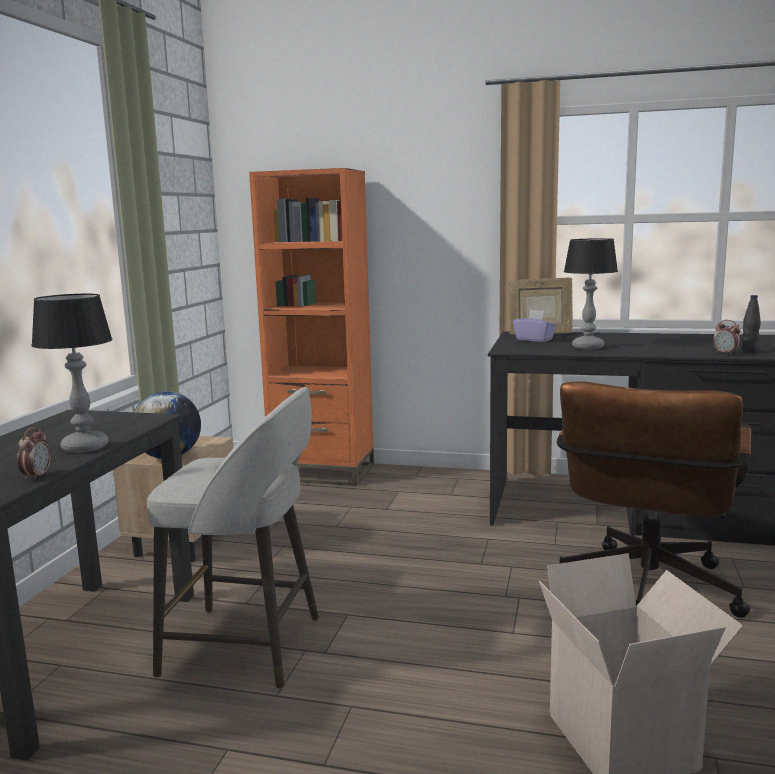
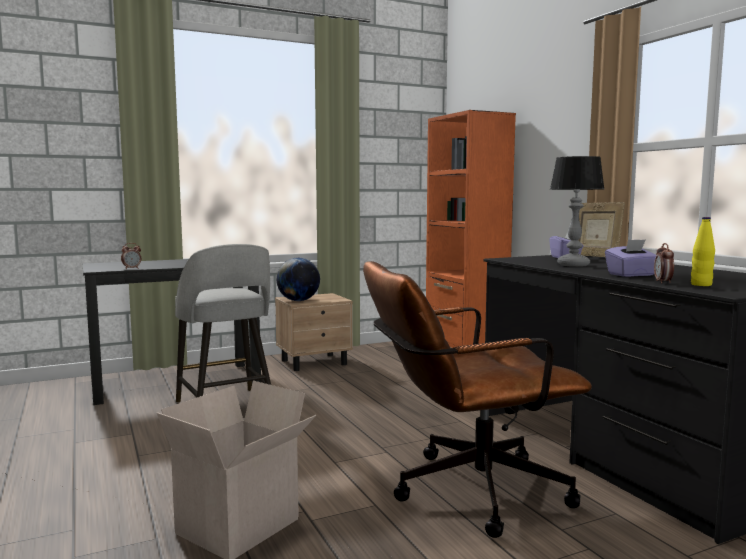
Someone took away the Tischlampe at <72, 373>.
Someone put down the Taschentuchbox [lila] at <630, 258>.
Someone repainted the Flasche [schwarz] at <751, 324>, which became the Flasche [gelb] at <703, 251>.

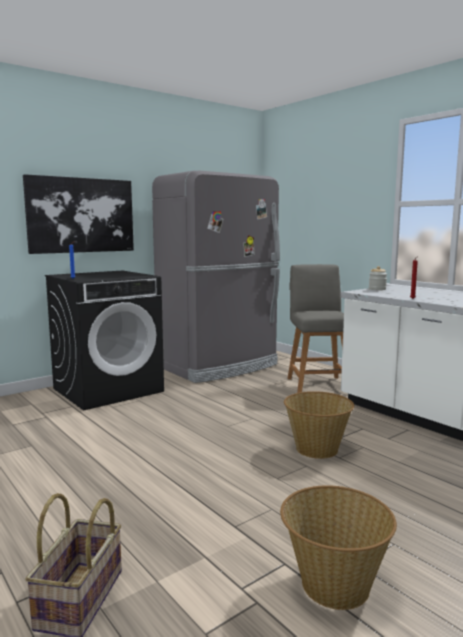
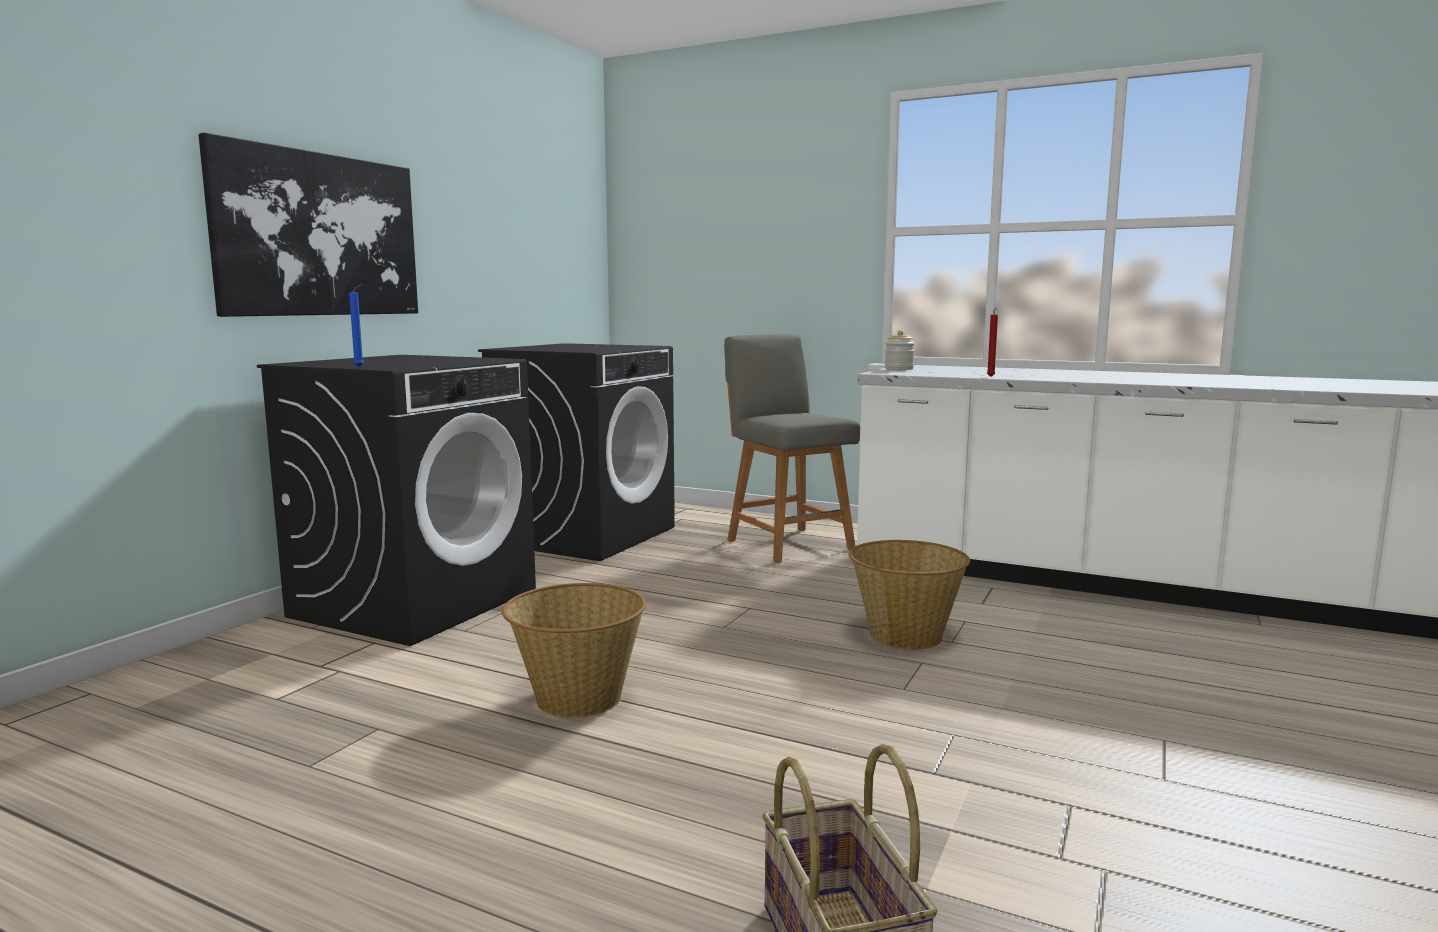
Someone carried the Korb from <338, 547> to <574, 650>.
Someone swapped the Kühlschrank [grau] at <216, 276> for the Waschmaschine [schwarz] at <576, 452>.

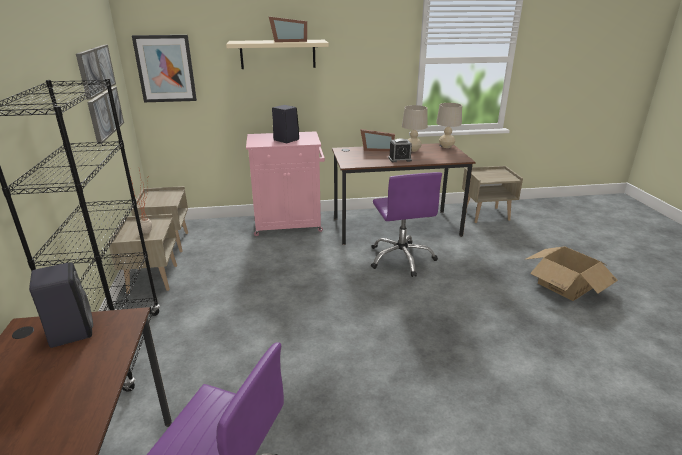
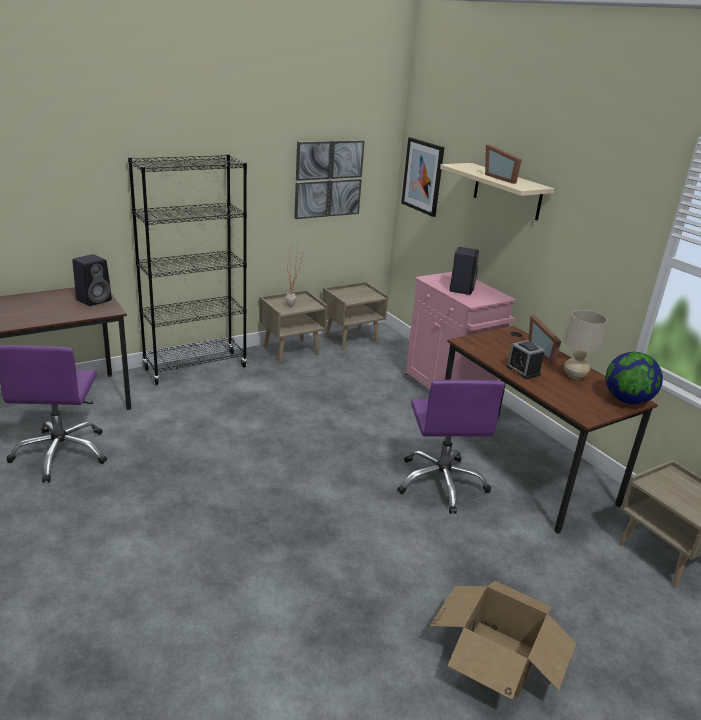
Someone swapped the Tischlampe [beige] at <449, 125> for the Globus at <634, 378>.
Someone rotated the Bürostuhl [lila] at <406, 224> by 60 degrees counterclockwise.

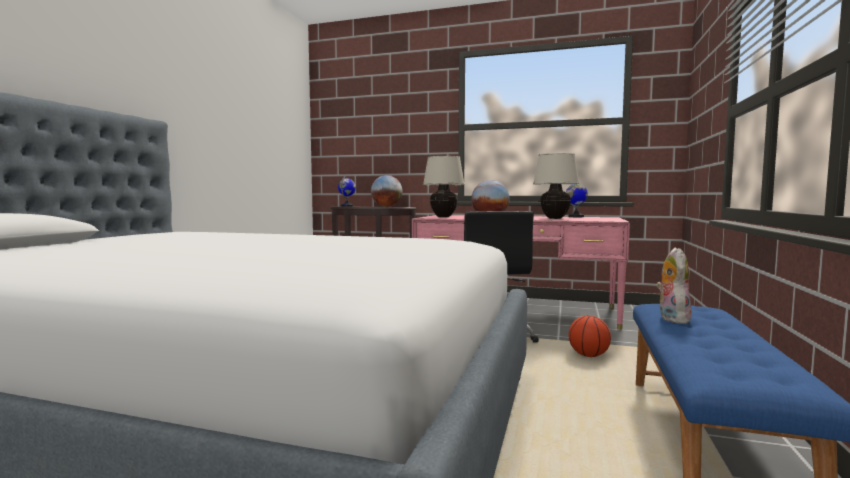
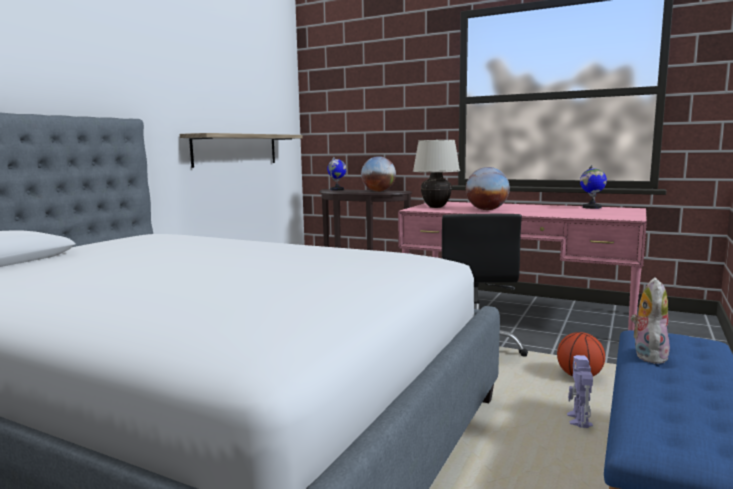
Someone took away the Tischlampe [beige] at <556, 186>.
Someone put up the Wandregal at <241, 150>.
Someone put down the Spielzeugroboter at <580, 391>.

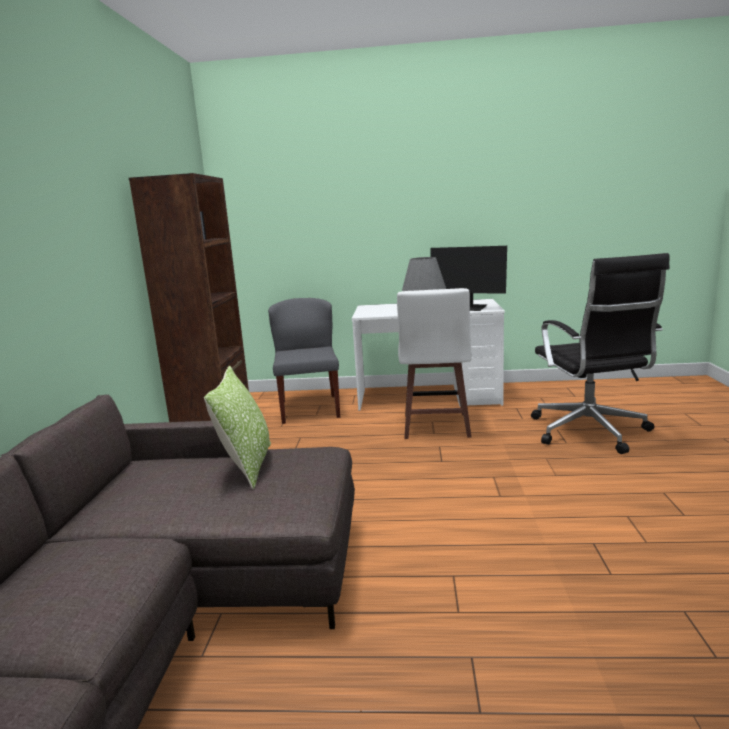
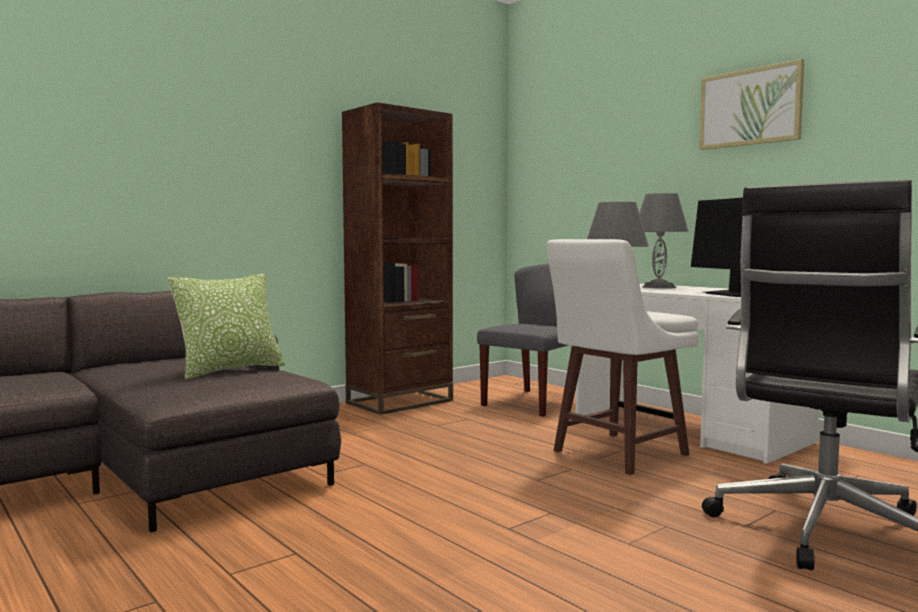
Someone put down the Tischlampe [grau] at <663, 240>.
Someone put up the Bild at <751, 104>.

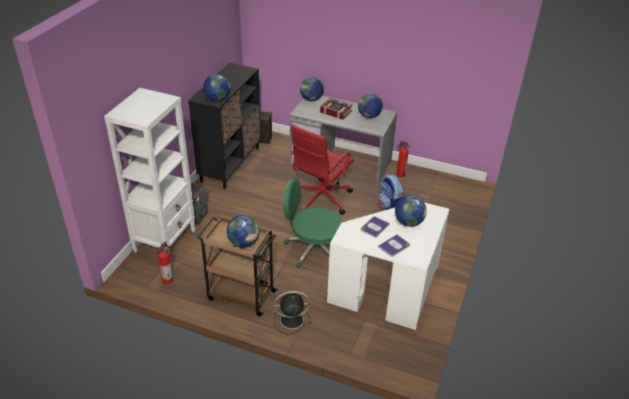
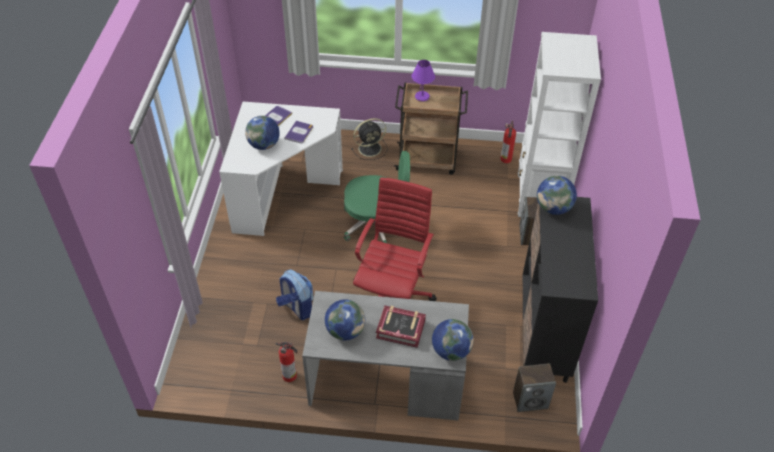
Someone swapped the Globus at <243, 231> for the Tischlampe [lila] at <423, 81>.

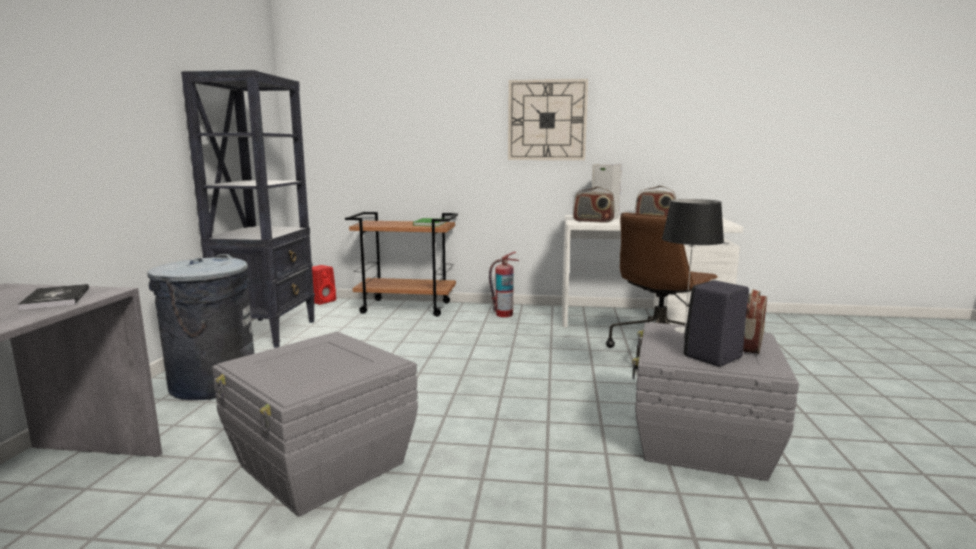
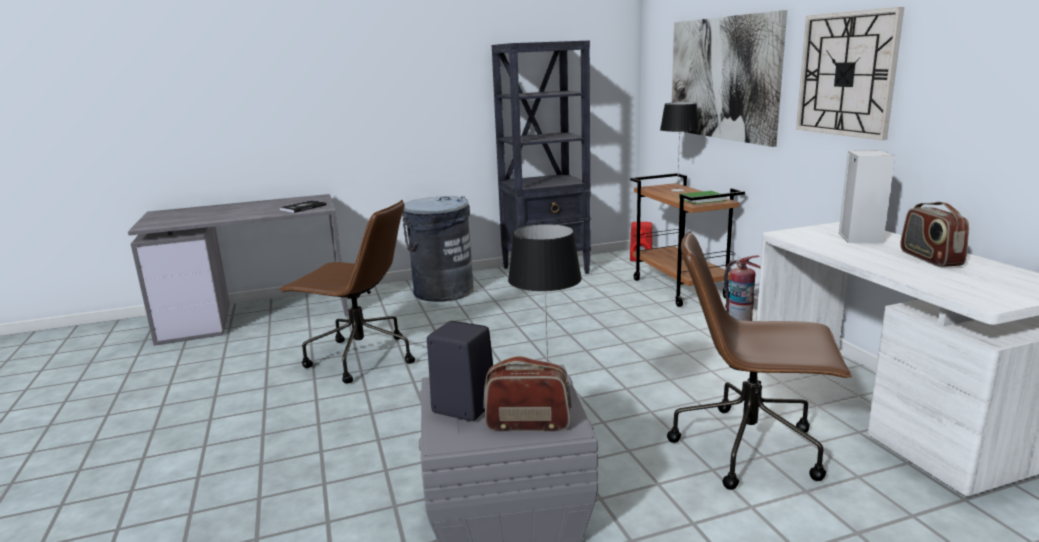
Someone took away the Radio at <594, 205>.
Someone put down the Tischlampe at <679, 147>.
Someone put up the Bild at <729, 78>.
Someone swapped the Aufbewahrungsbox [grau] at <315, 424> for the Bürostuhl [braun] at <347, 292>.

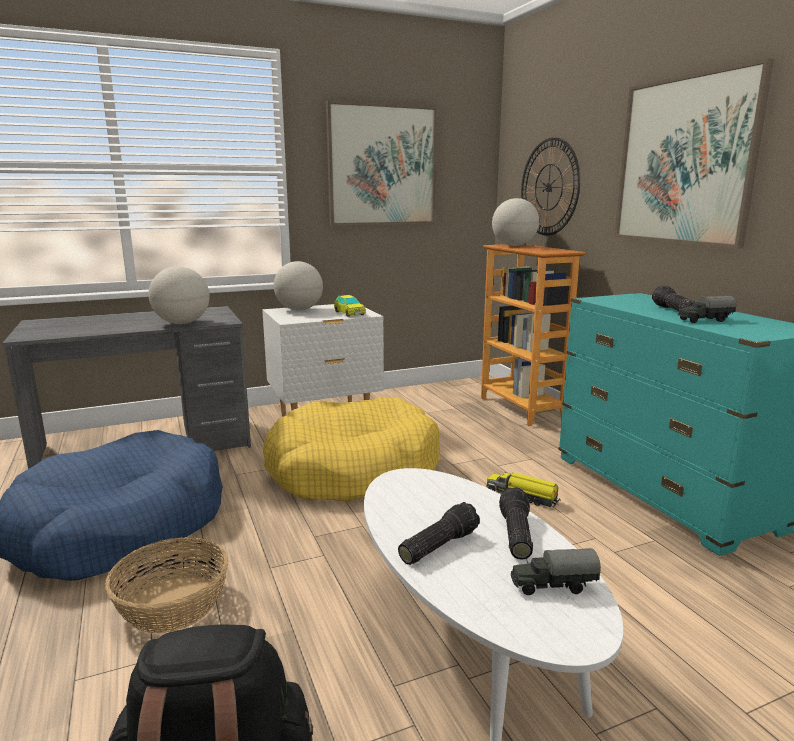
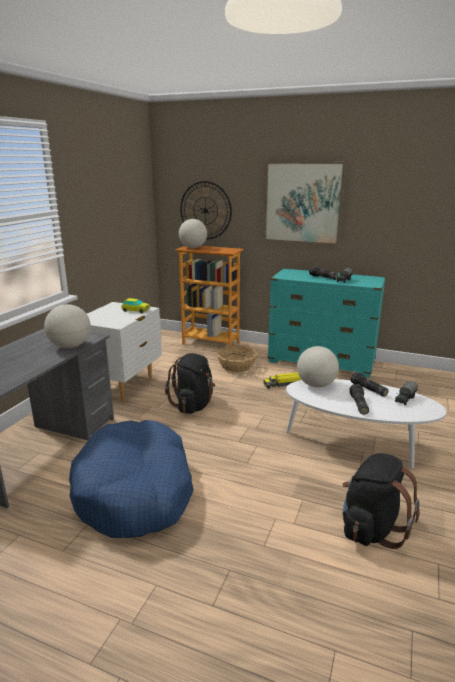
Someone took away the Bild at <381, 163>.
Someone carried the Korb from <166, 585> to <237, 359>.
Someone carried the Globus from <298, 286> to <318, 366>.
Someone swapped the Hundebett [gelb] at <351, 449> for the Rucksack [schwarz] at <190, 383>.

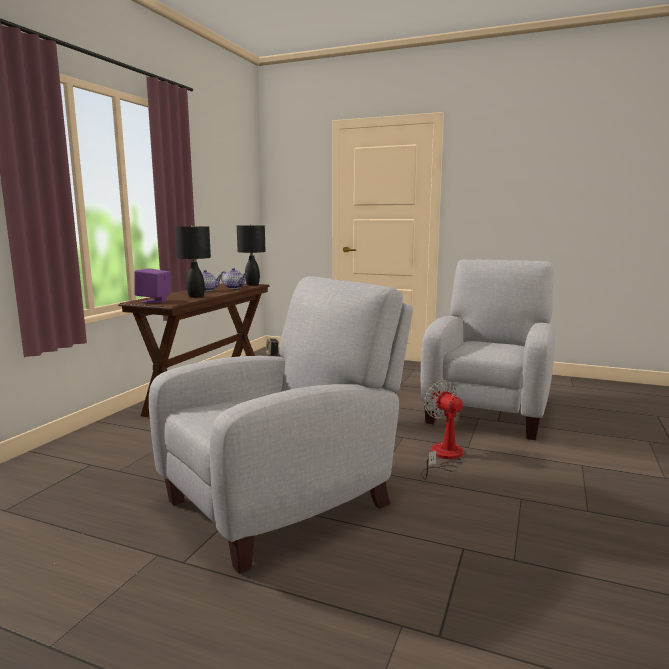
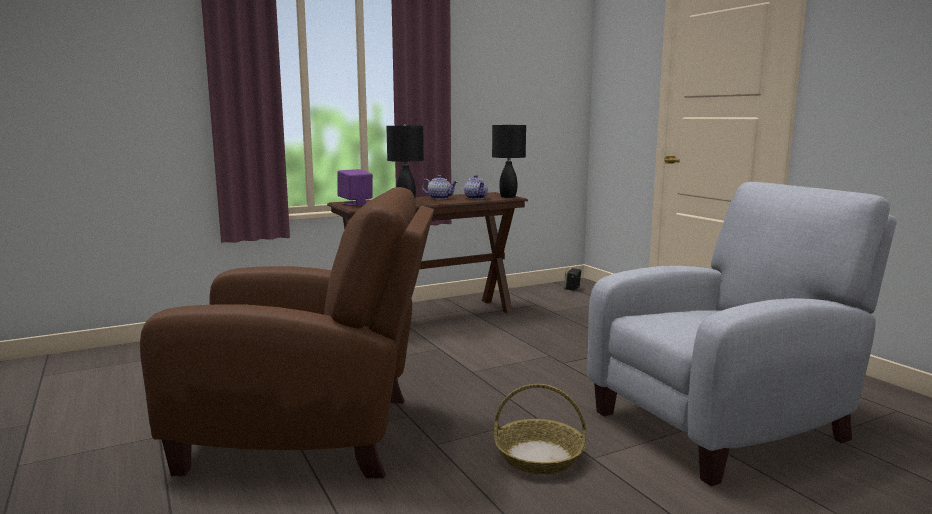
Someone swapped the Ventilator at <442, 430> for the Korb at <540, 429>.
Someone repainted the Sessel [grau] at <281, 425>, which became the Sessel [braun] at <287, 332>.

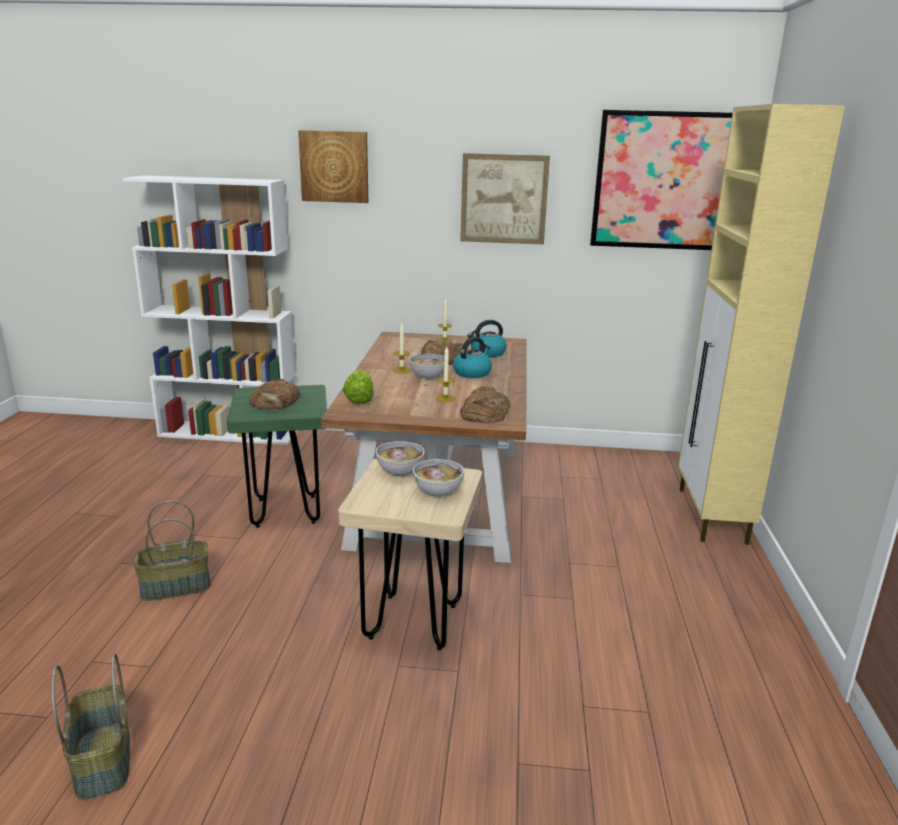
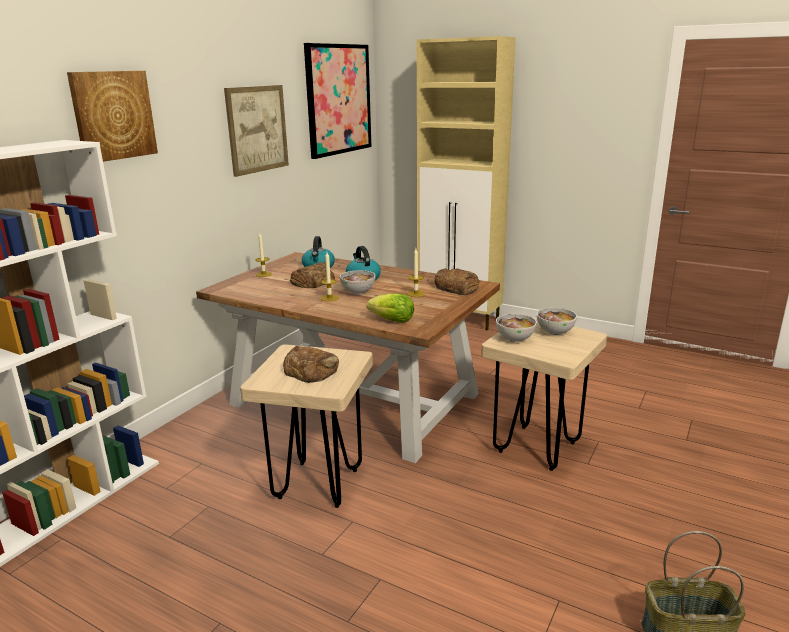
Someone took away the Korb at <172, 551>.
Someone repainted the Hocker [grün] at <277, 456>, which became the Hocker [beige] at <306, 426>.

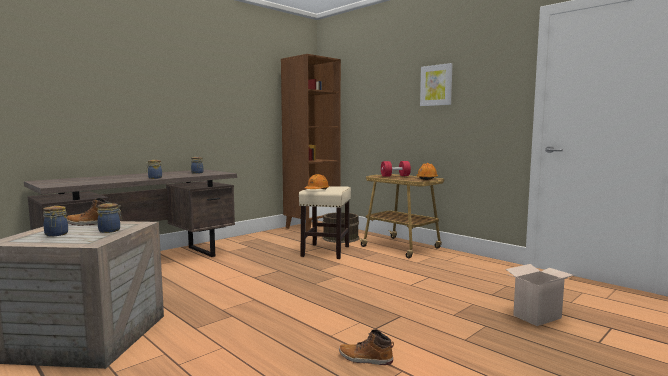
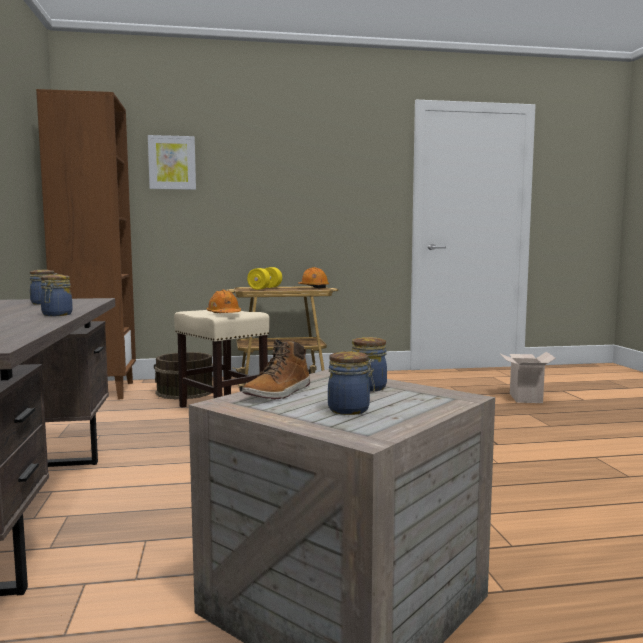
Someone took away the Stiefel at <366, 347>.
Someone carried the Bild from <436, 84> to <172, 162>.
Someone repainted the Hantel [rot] at <396, 169>, which became the Hantel [gelb] at <264, 278>.

